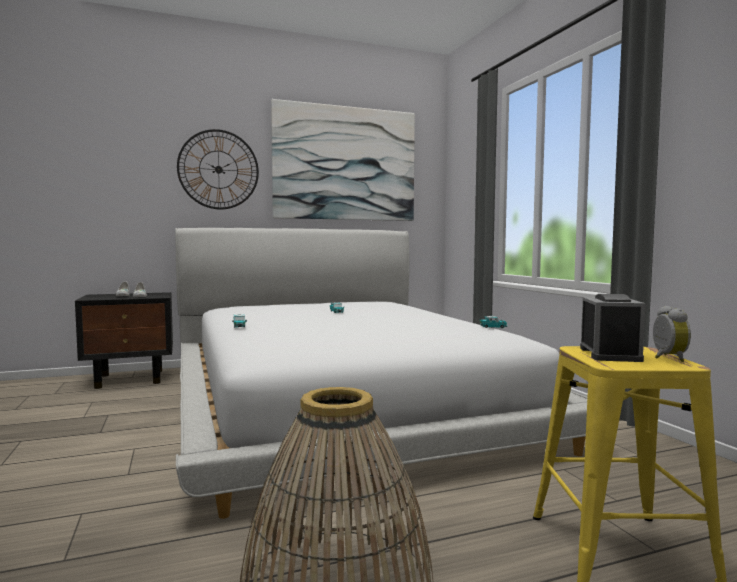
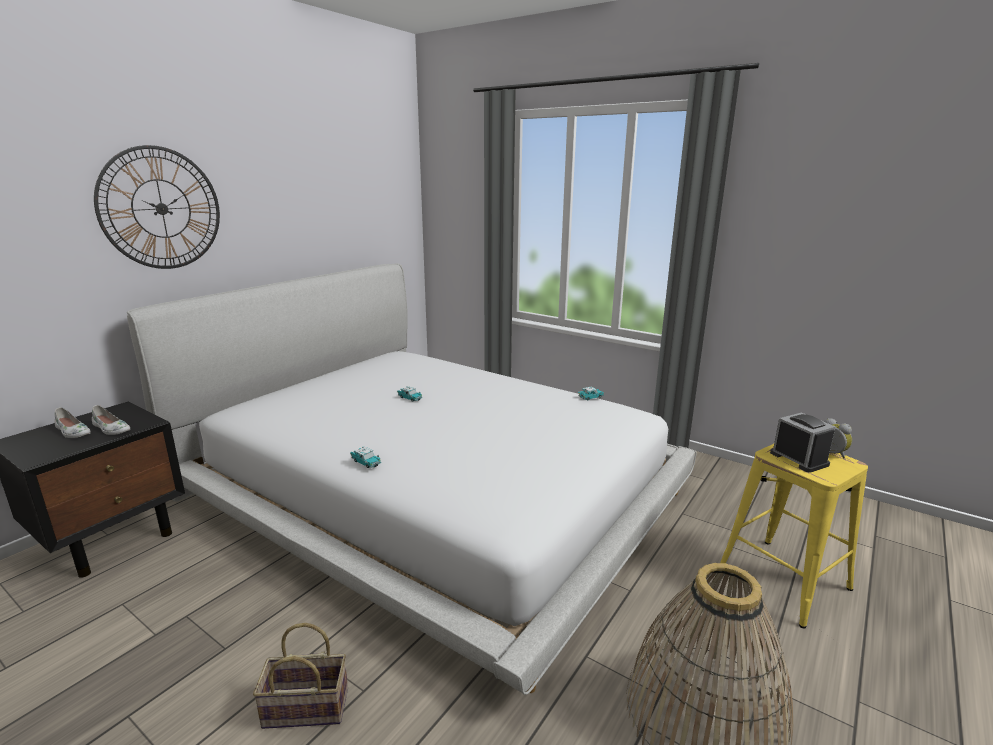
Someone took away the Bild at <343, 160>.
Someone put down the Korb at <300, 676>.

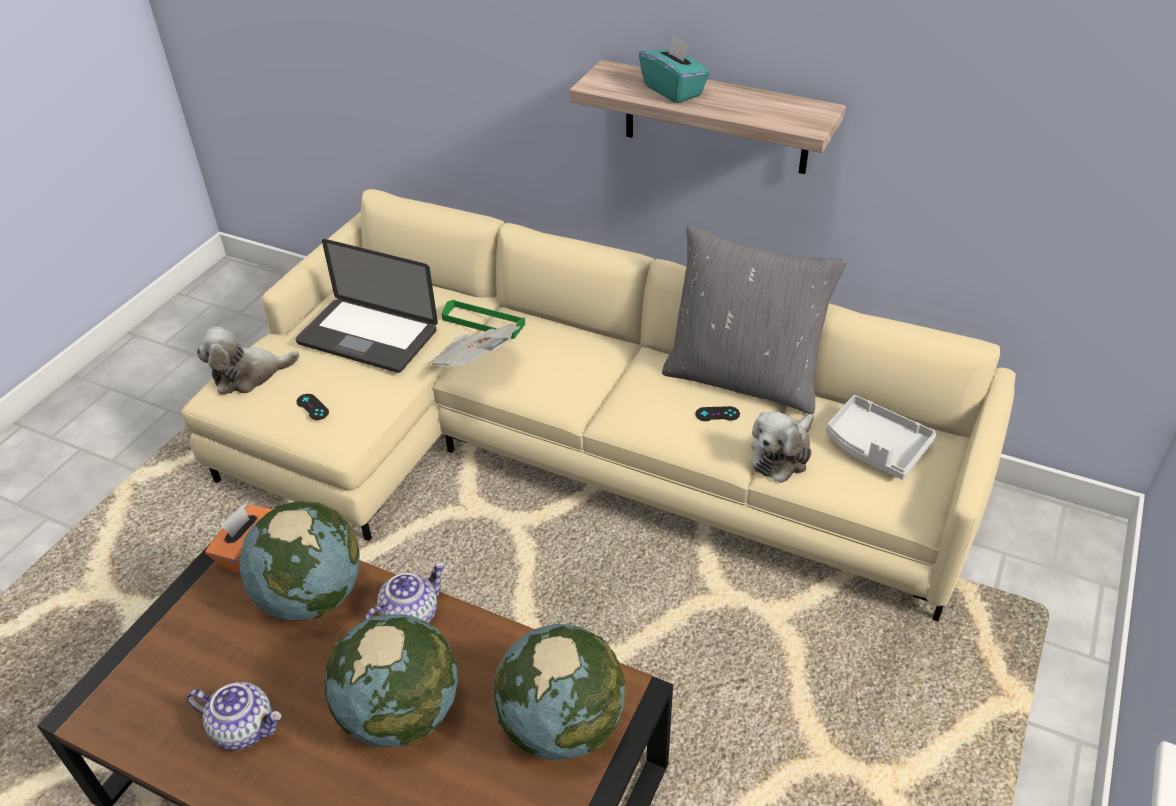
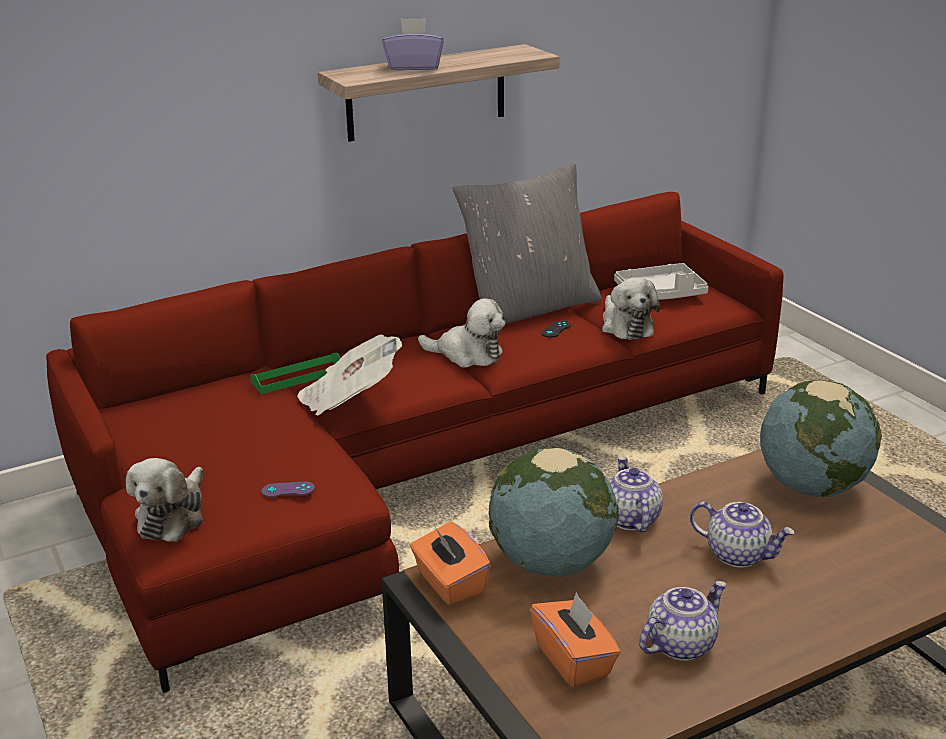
Someone took away the Laptop at <366, 306>.
Someone put down the Plüschtier at <462, 333>.
Someone put down the Taschentuchbox [orange] at <575, 640>.
Someone swapped the Globus at <391, 680> for the Teekanne at <742, 535>.
Someone repainted the Sofa [beige] at <599, 405>, which became the Sofa [rot] at <414, 442>.
Someone repainted the Gamepad [schwarz] at <312, 407>, which became the Gamepad [lila] at <288, 489>.
Someone repainted the Taschentuchbox [türkis] at <674, 69>, which became the Taschentuchbox [lila] at <413, 44>.

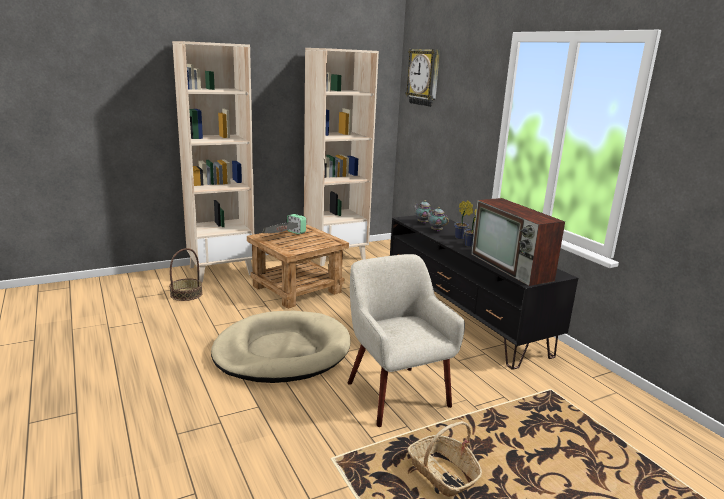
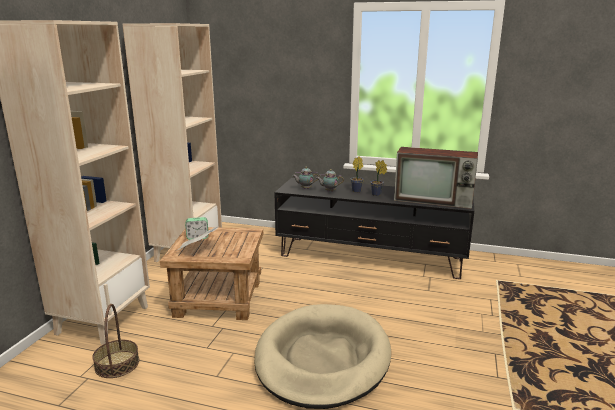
Someone took away the Sessel [beige] at <406, 340>.
Someone took away the Wanduhr at <422, 78>.
Someone took away the Korb at <444, 459>.

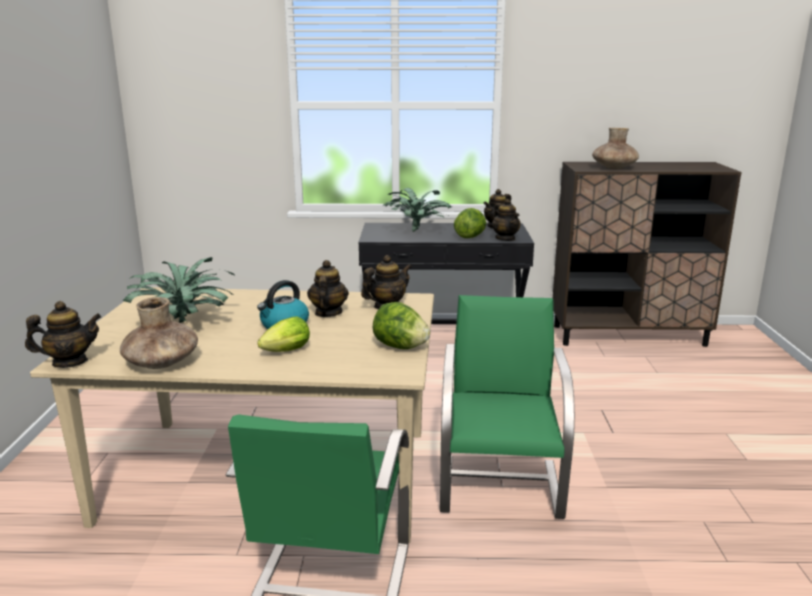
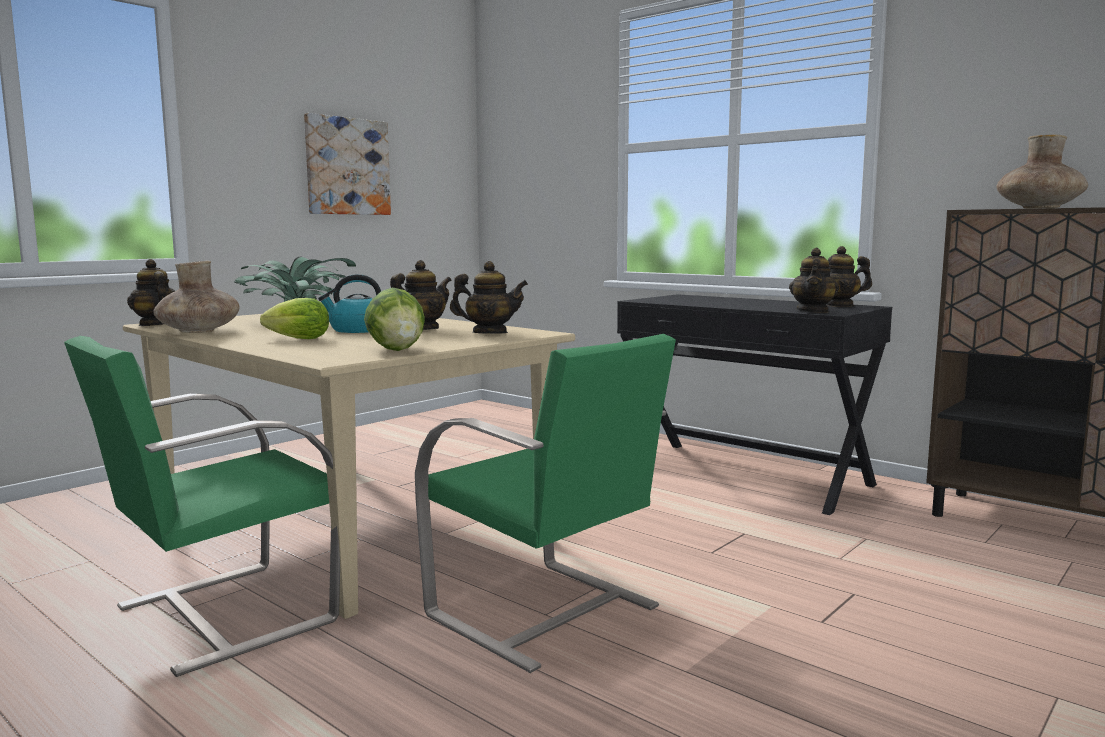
Someone took away the Topfpflanze at <417, 210>.
Someone took away the Salatkopf at <470, 223>.
Someone put up the Bild at <347, 164>.
Someone rotated the Teekanne at <63, 334> by 150 degrees counterclockwise.
Someone rotated the Stuhl [grün] at <507, 407> by 90 degrees clockwise.

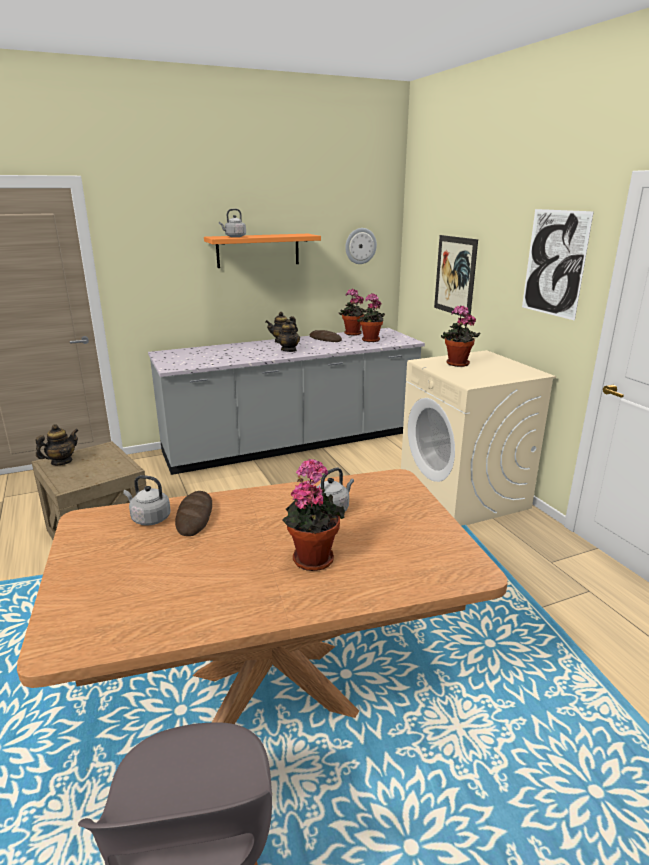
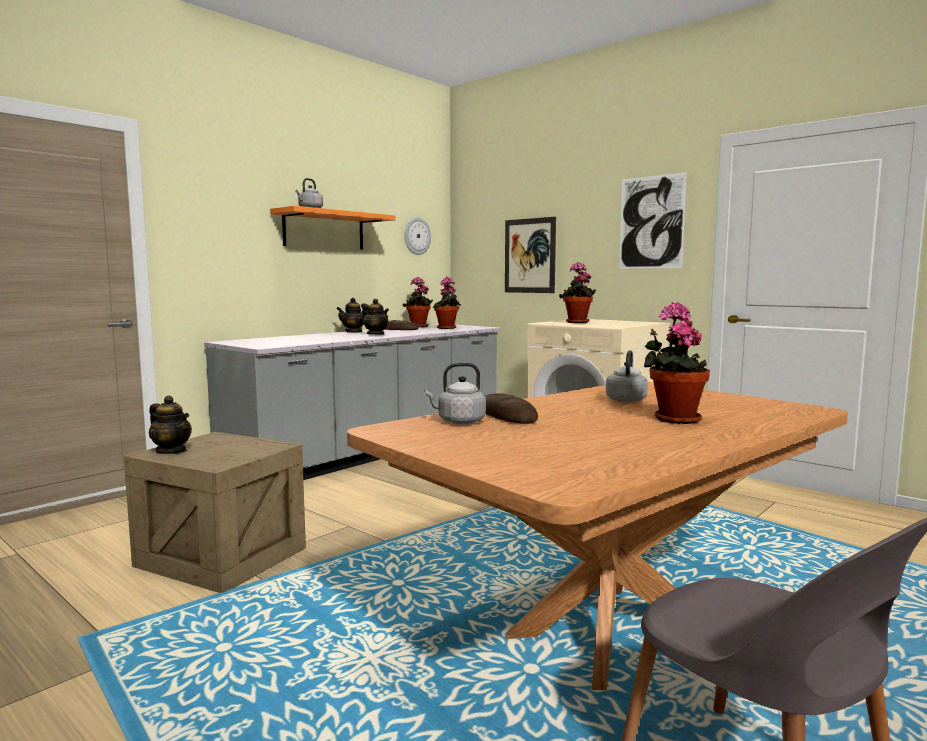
Someone rotated the Teekanne at <57, 445> by 105 degrees clockwise.

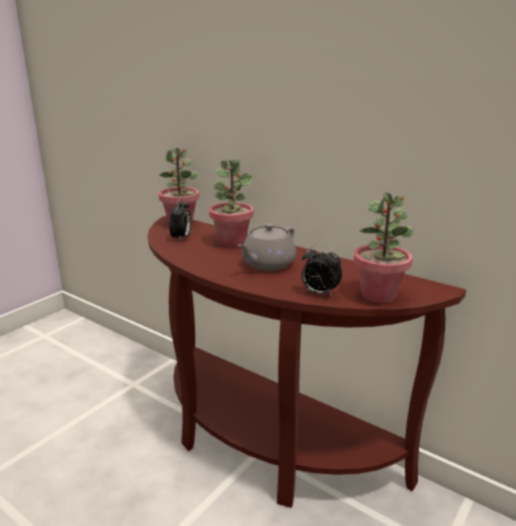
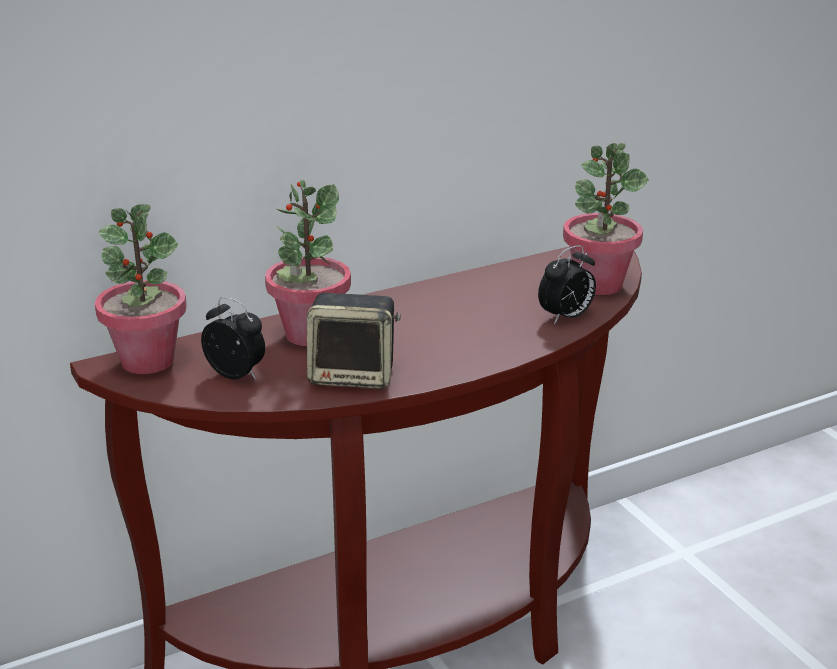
Someone took away the Teekanne [grau] at <267, 247>.
Someone put down the Lautsprecher at <354, 341>.

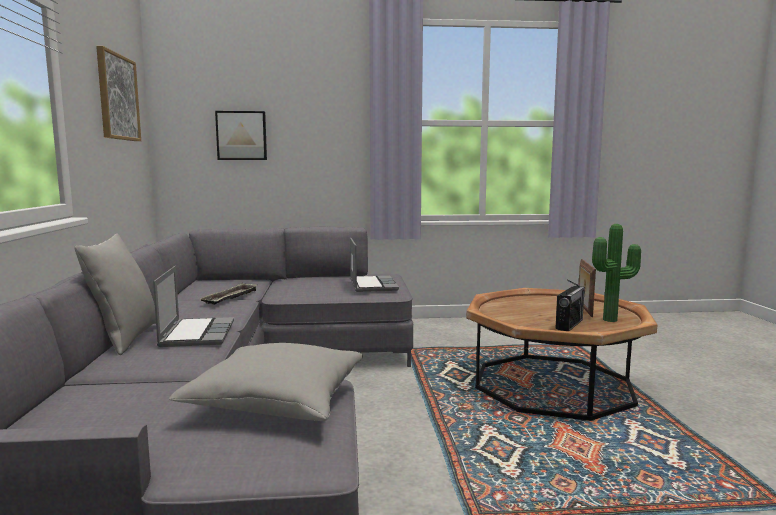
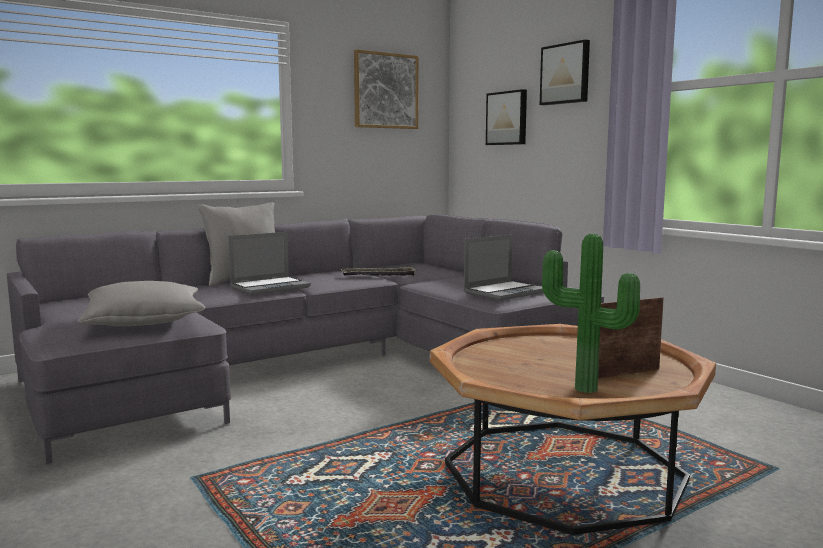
Someone took away the Radio at <570, 305>.
Someone put up the Bild at <565, 72>.

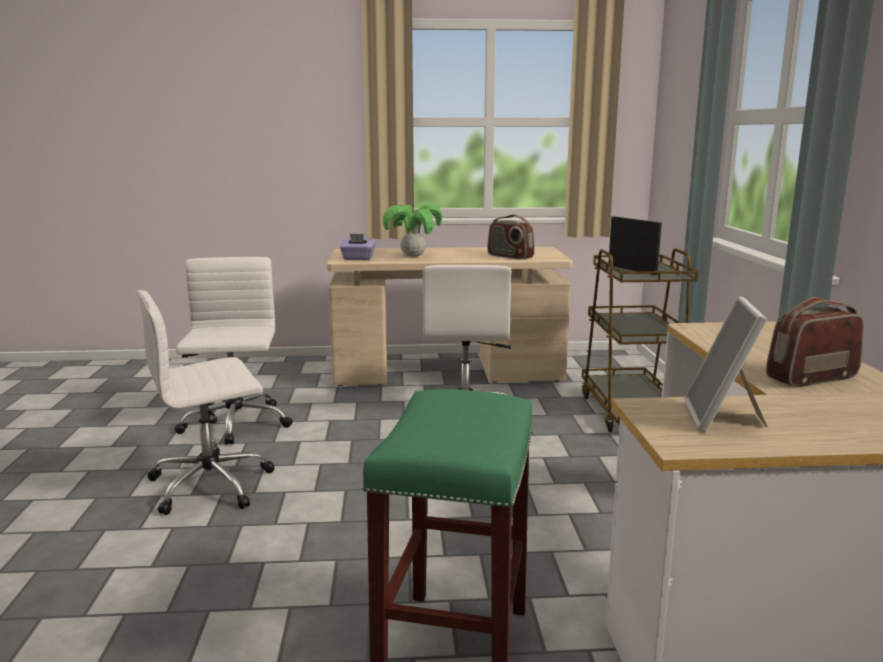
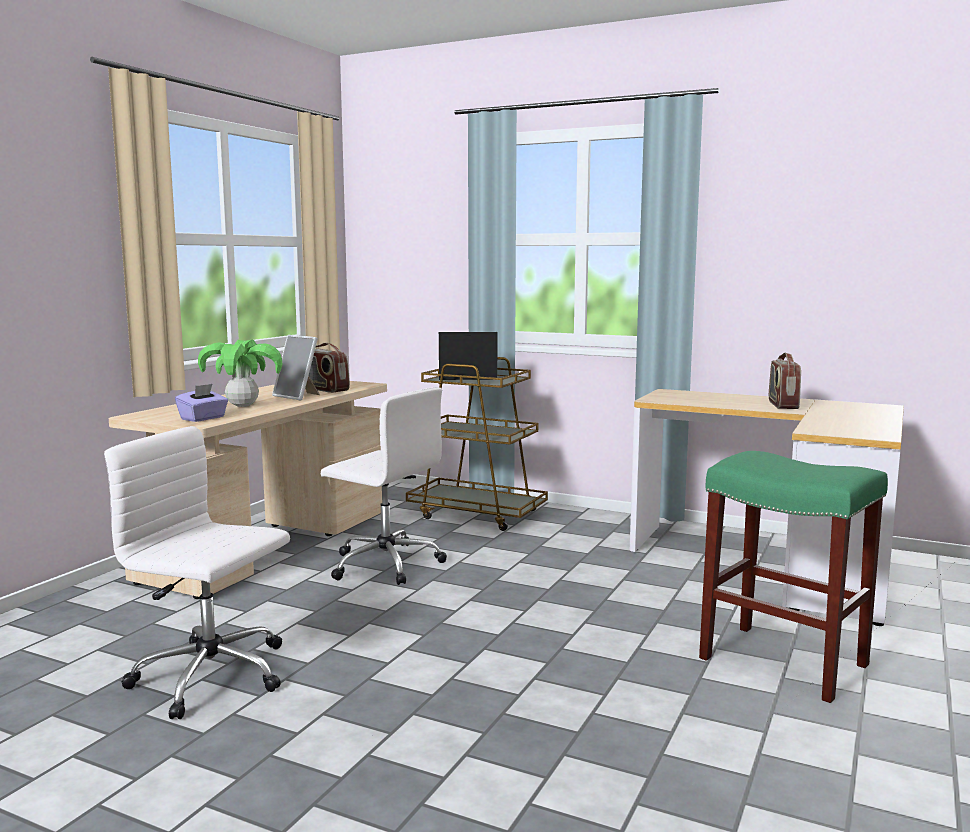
Someone took away the Bürostuhl [weiß] at <205, 402>.
Someone carried the Bilderrahmen from <726, 364> to <296, 368>.
Someone rotated the Radio at <511, 237> by 60 degrees clockwise.

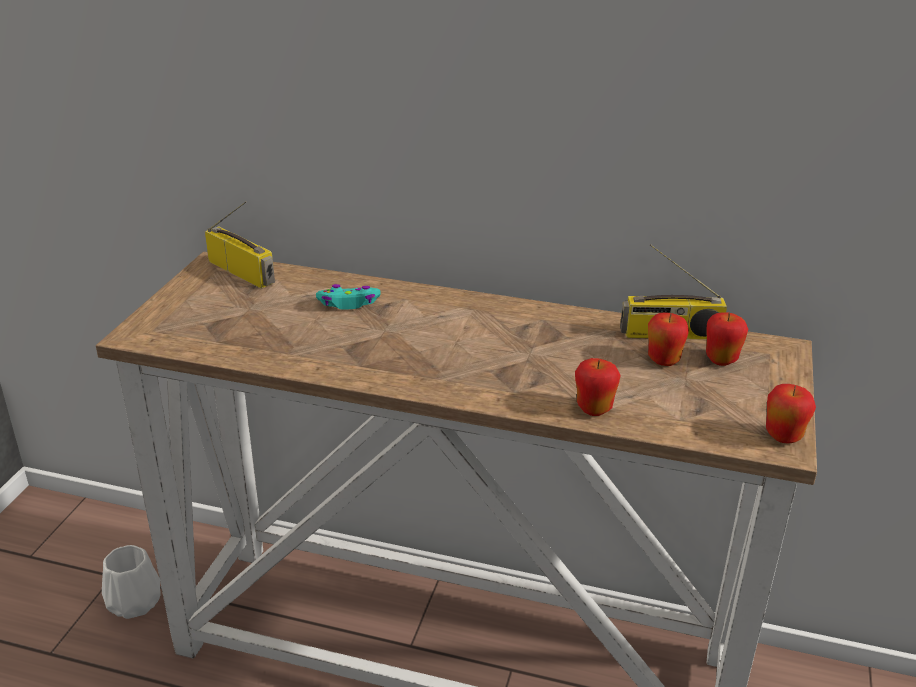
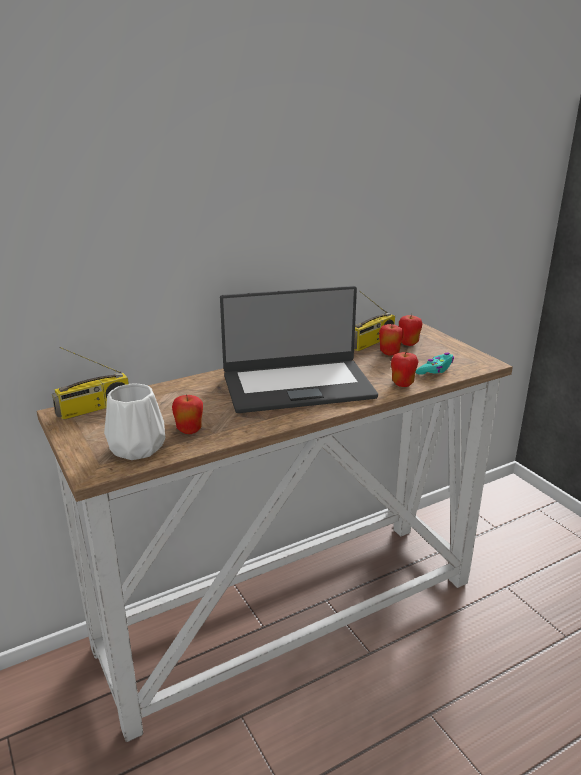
Someone put down the Laptop at <299, 349>.
Someone carried the Vase [weiß] from <131, 582> to <134, 421>.
Someone carried the Gamepad [türkis] from <348, 296> to <435, 364>.
Someone carried the Apfel from <791, 413> to <187, 414>.
Someone rotated the Radio at <240, 245> by 150 degrees clockwise.

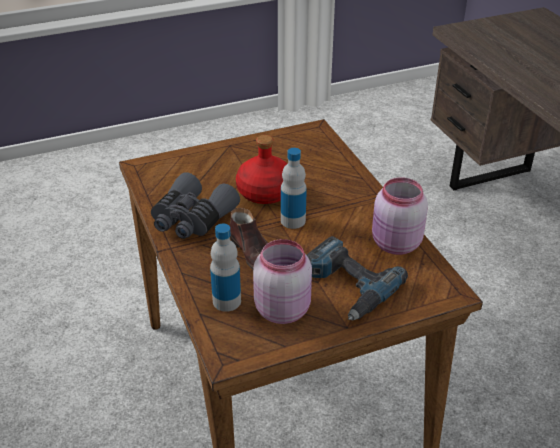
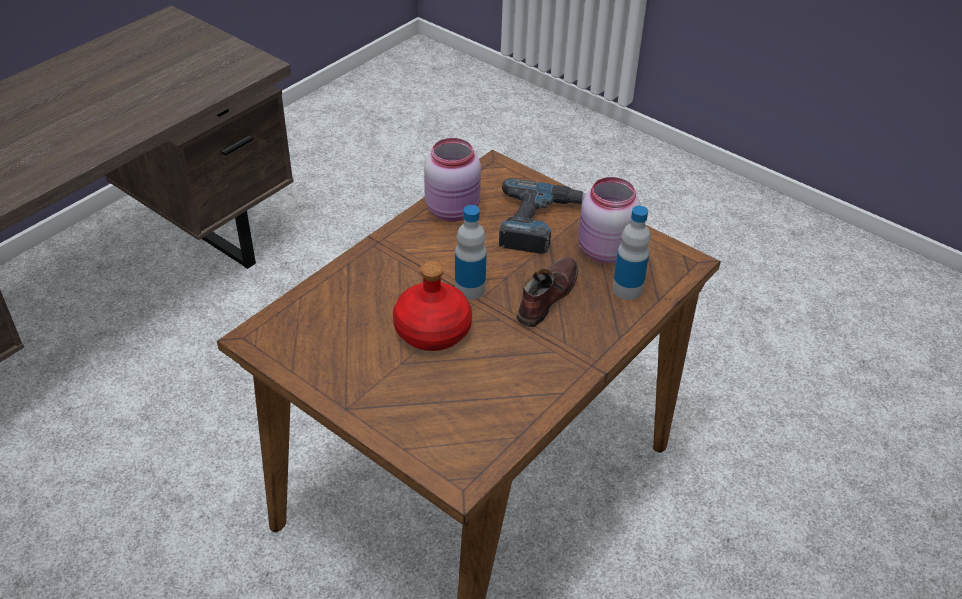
Someone took away the Fernglas [grau] at <195, 206>.

